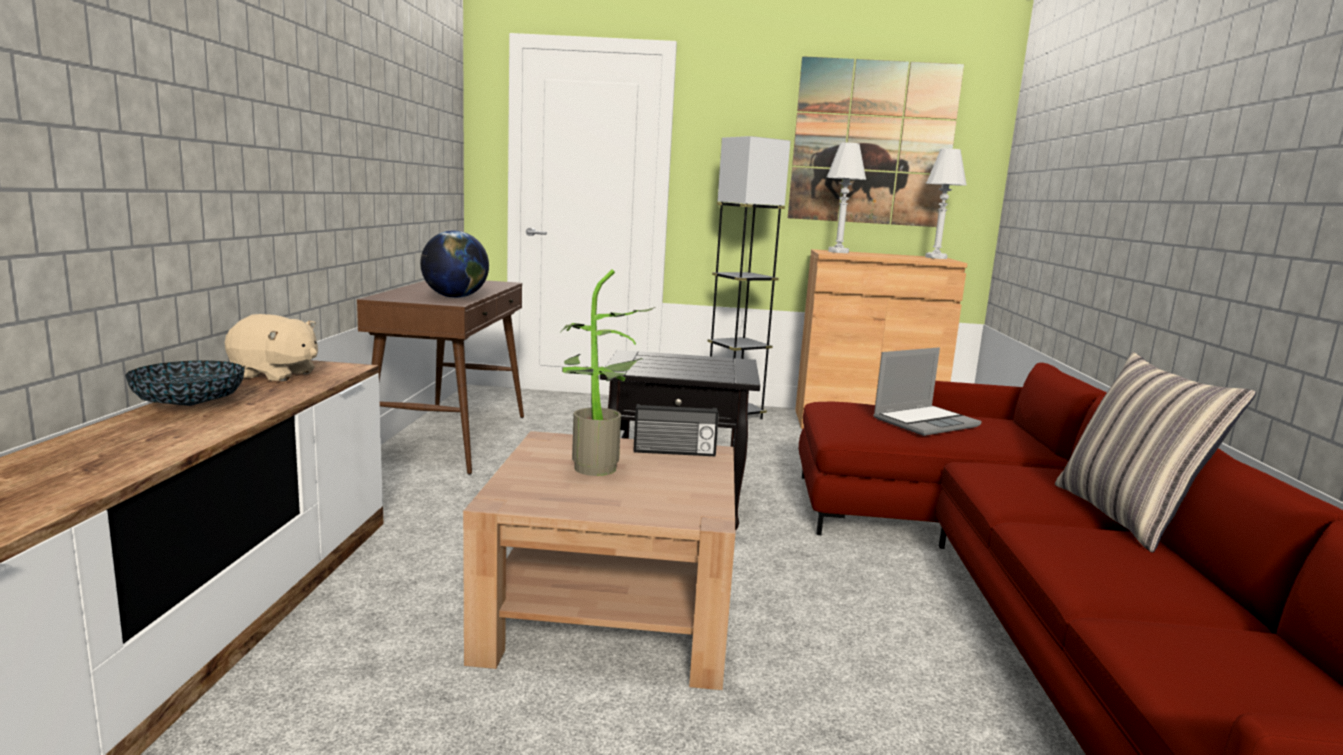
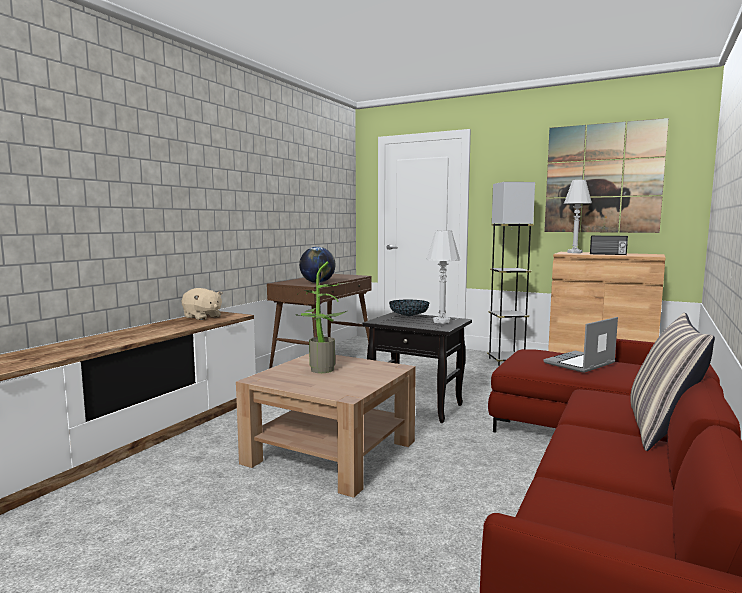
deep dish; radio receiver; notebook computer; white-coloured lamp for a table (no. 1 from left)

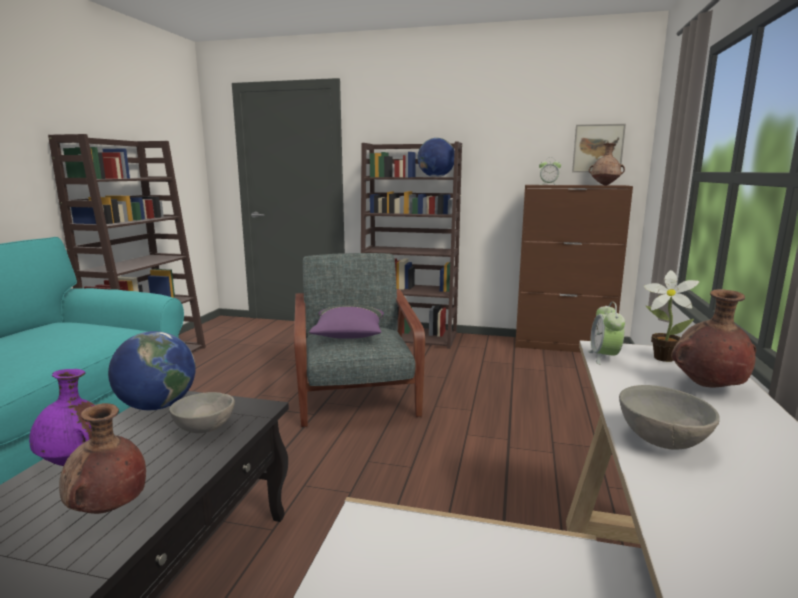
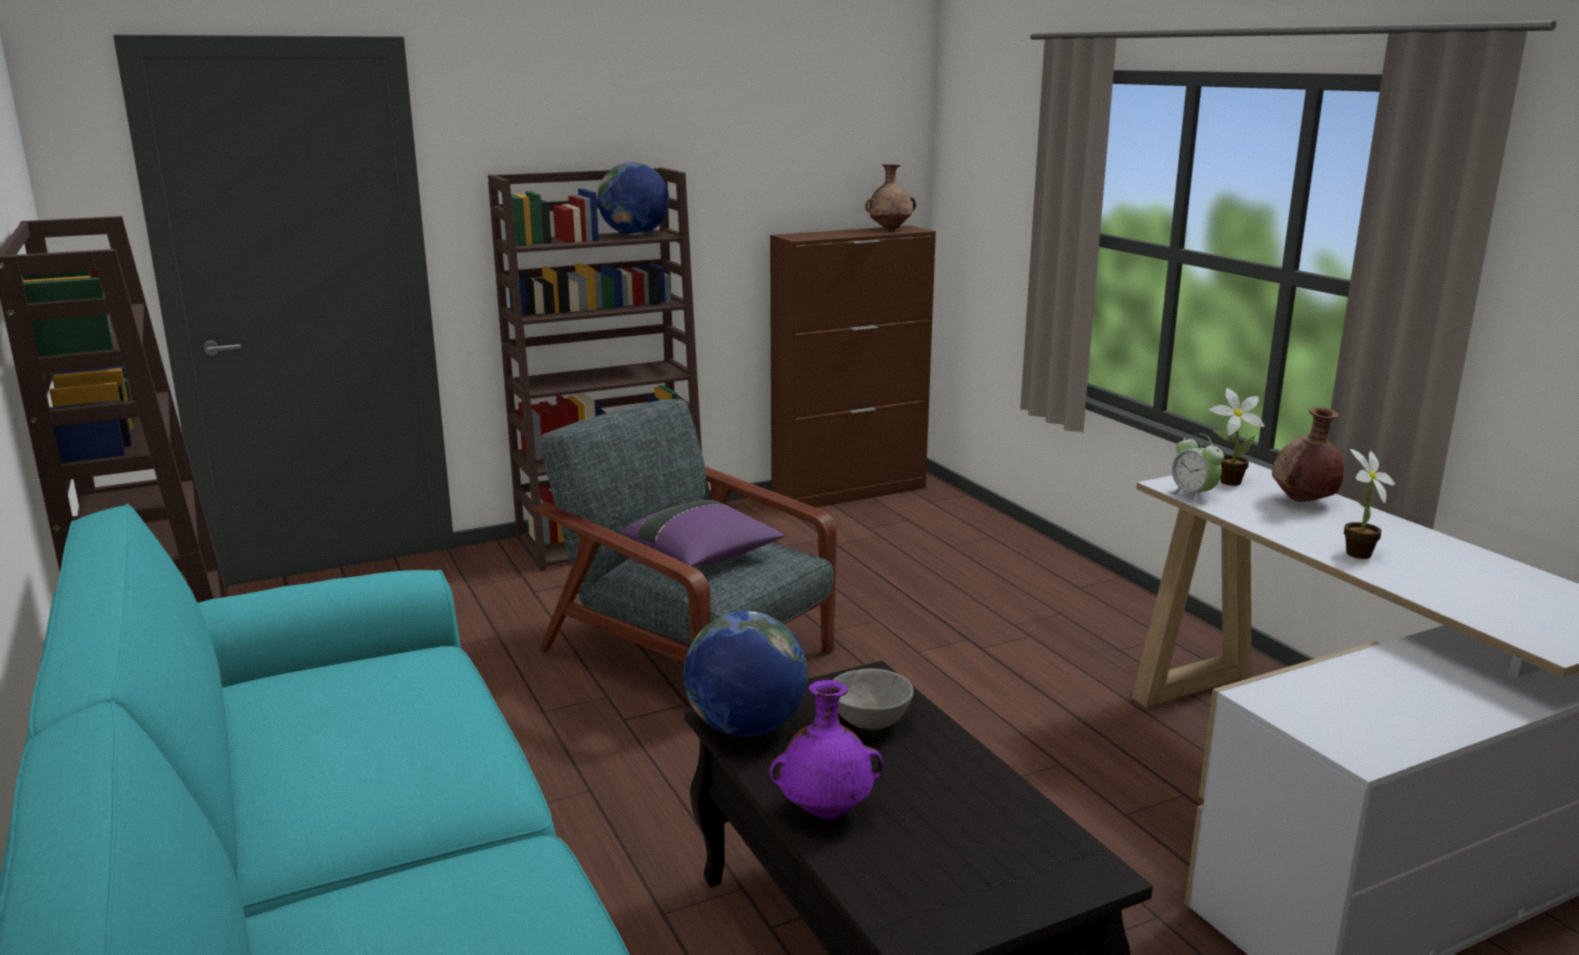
brown-coloured decorative vase (no. 1 from left in the first image); bedside clock (no. 1 from left in the first image); wall picture; plant in a pot (no. 2 from left)

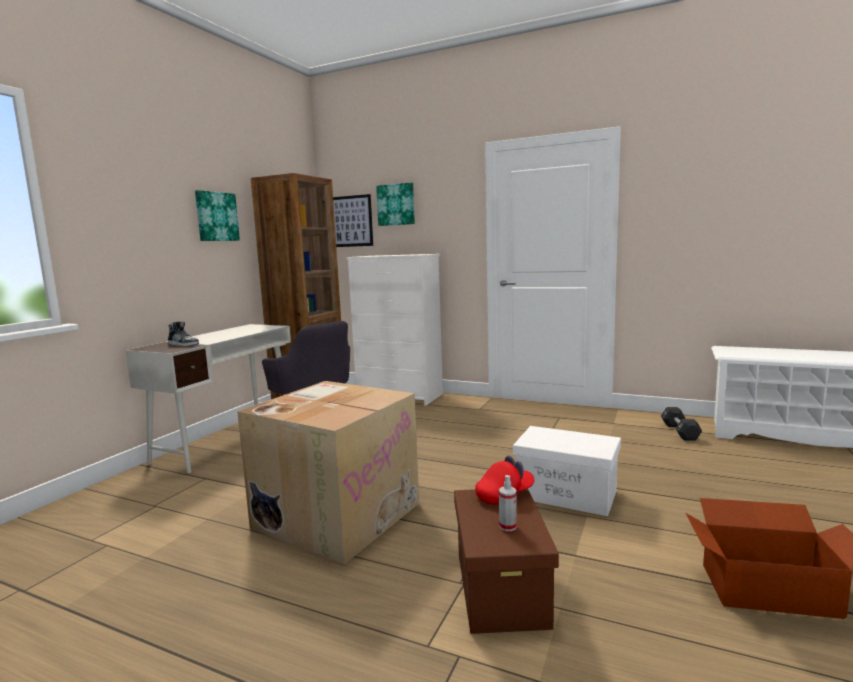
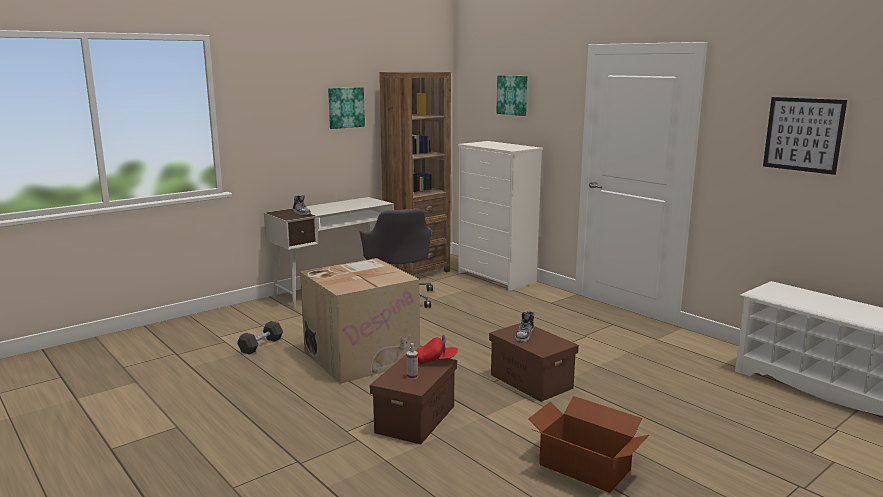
wall picture (no. 3 from left); brown-coloured storage box (no. 2 from left); black-coloured dumbbell; shoe (no. 2 from left)

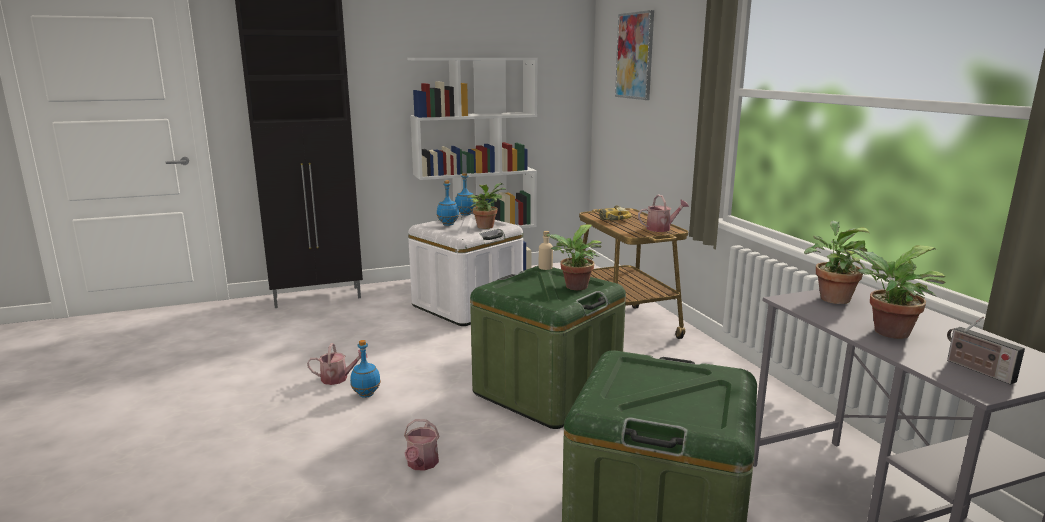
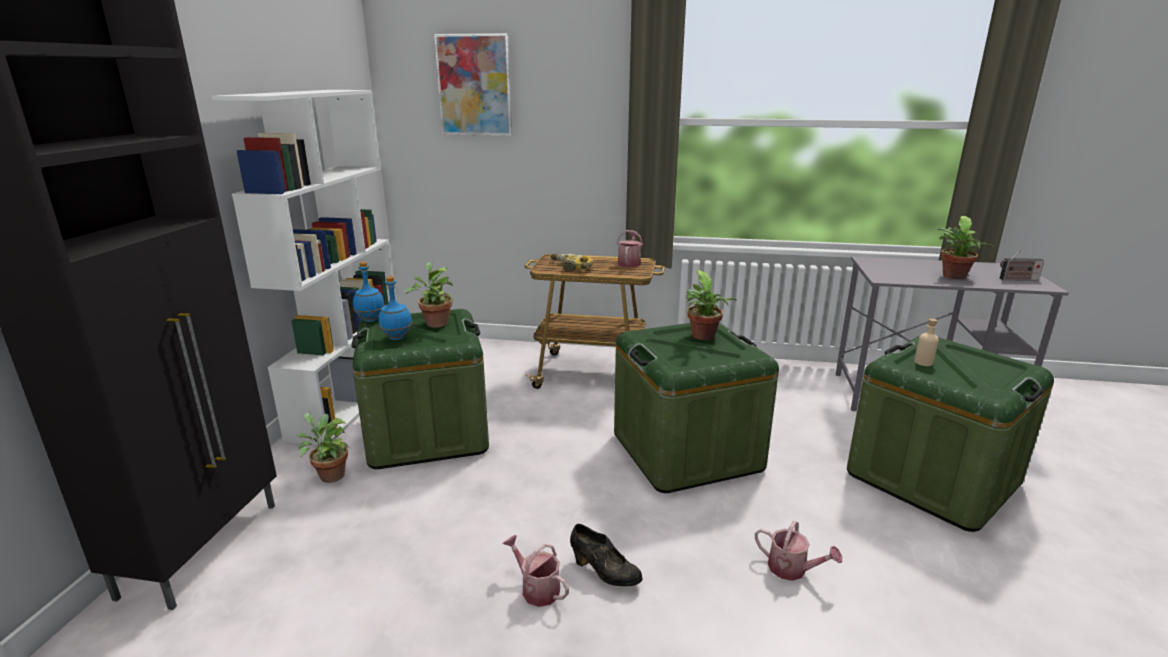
watering can (no. 1 from left); black-coloured shoe; green-coloured storage box (no. 1 from left); sand-coloured drink bottle; plant in a pot (no. 1 from left)

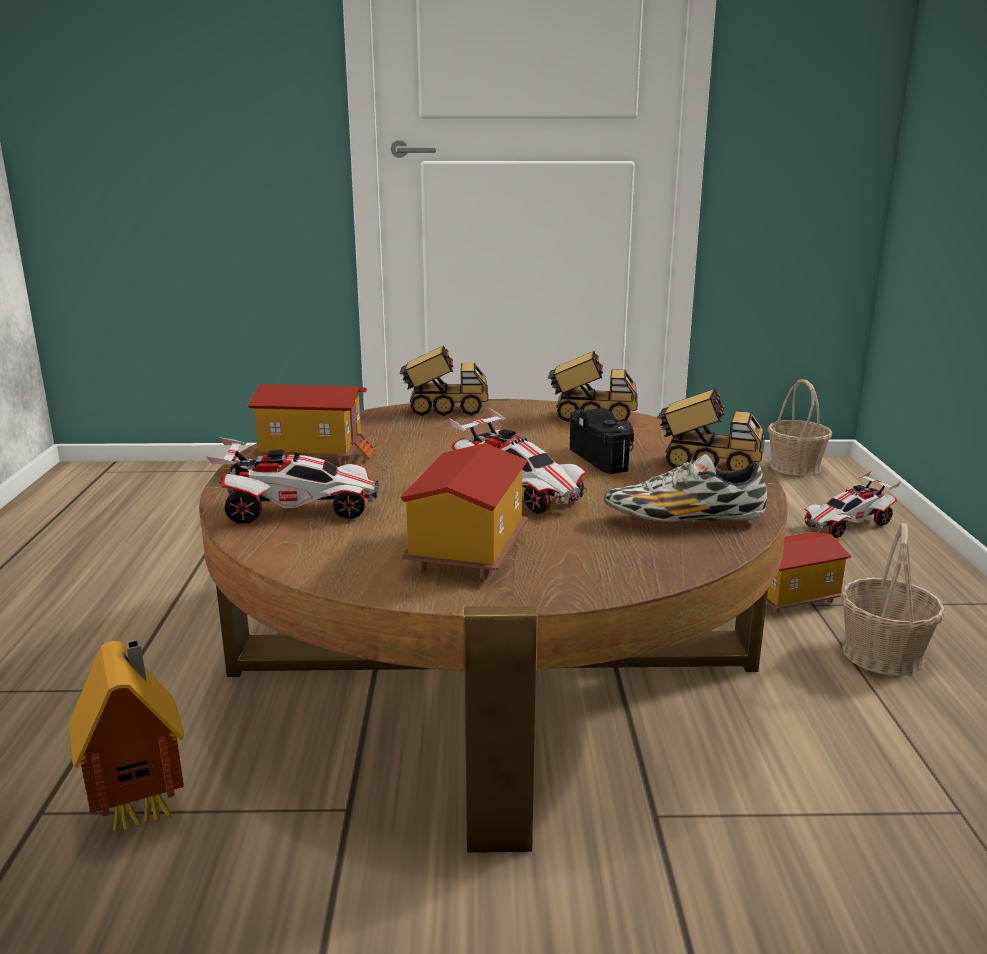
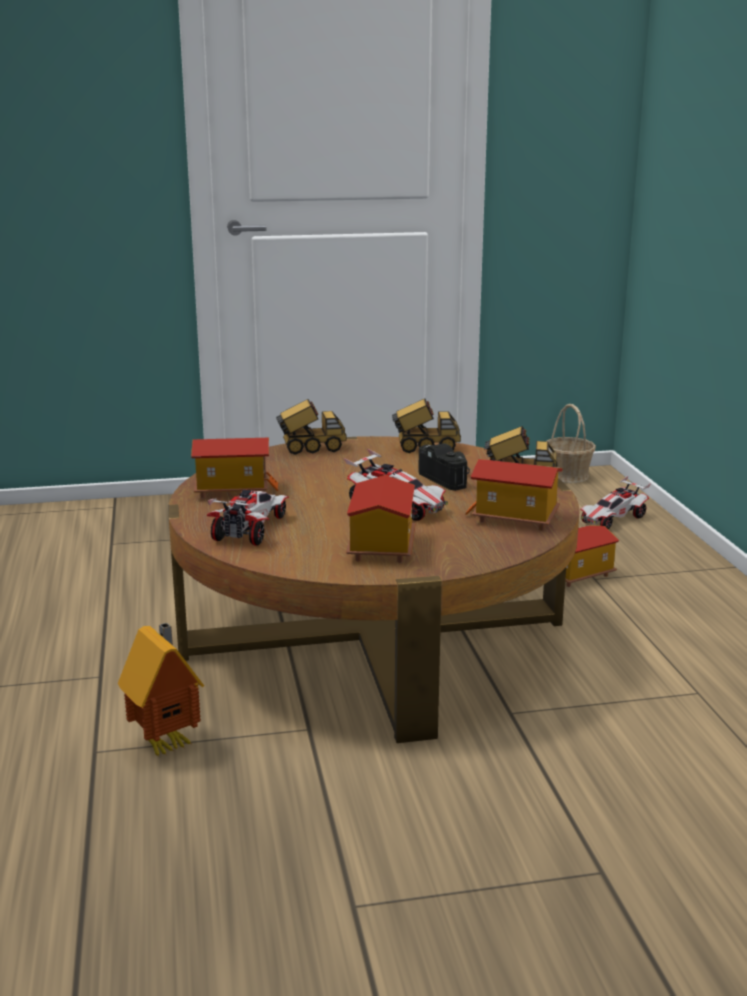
miniature car (no. 1 from left); model house (no. 4 from left); storage basket (no. 2 from left in the first image)

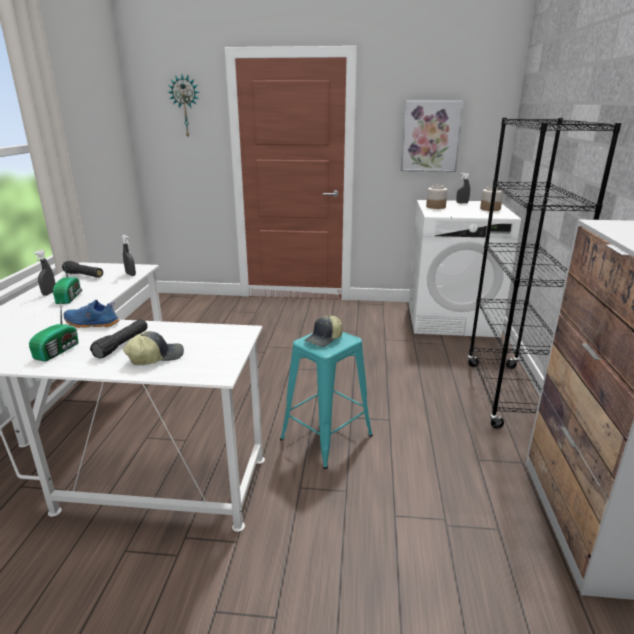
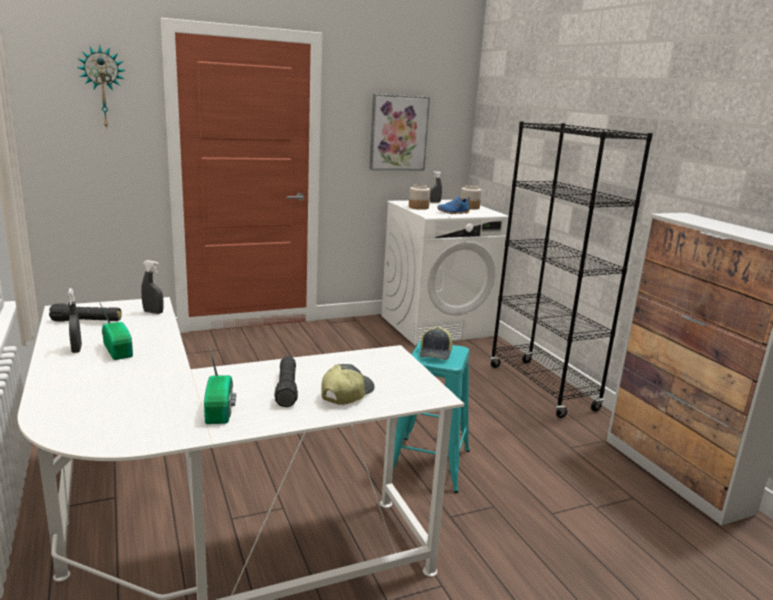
bluish shoe

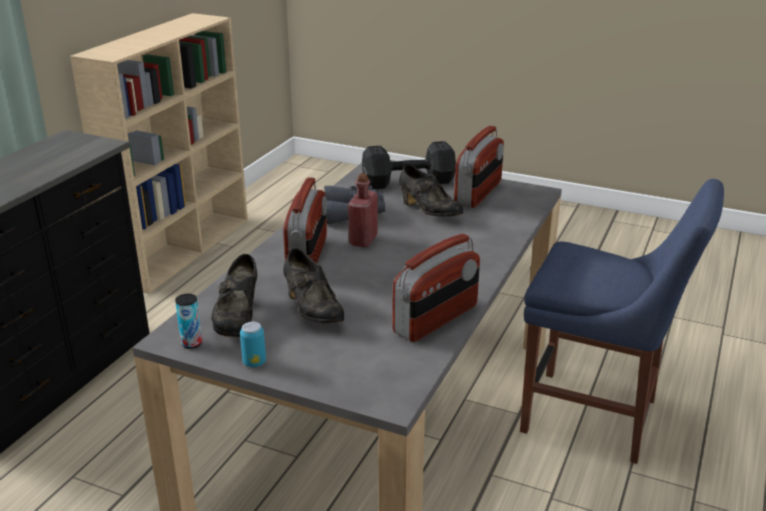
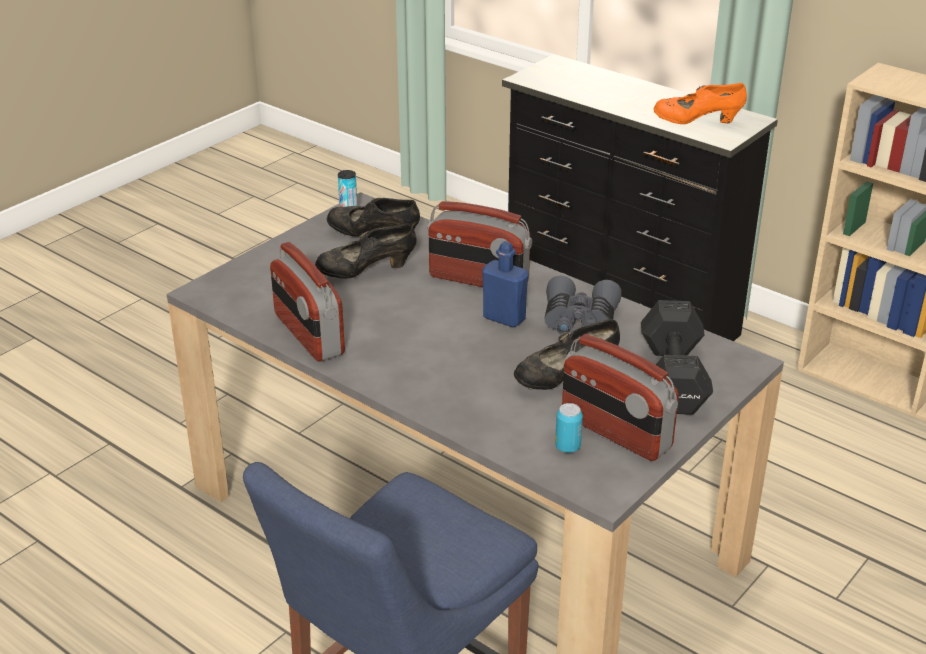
metal can (no. 2 from left); bluish drink bottle; orangey shoe

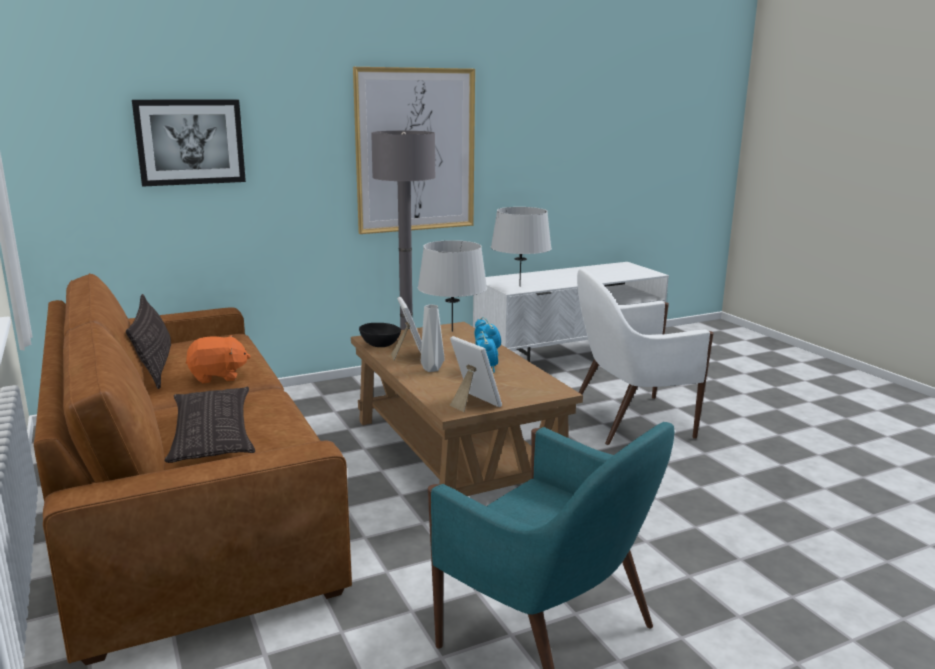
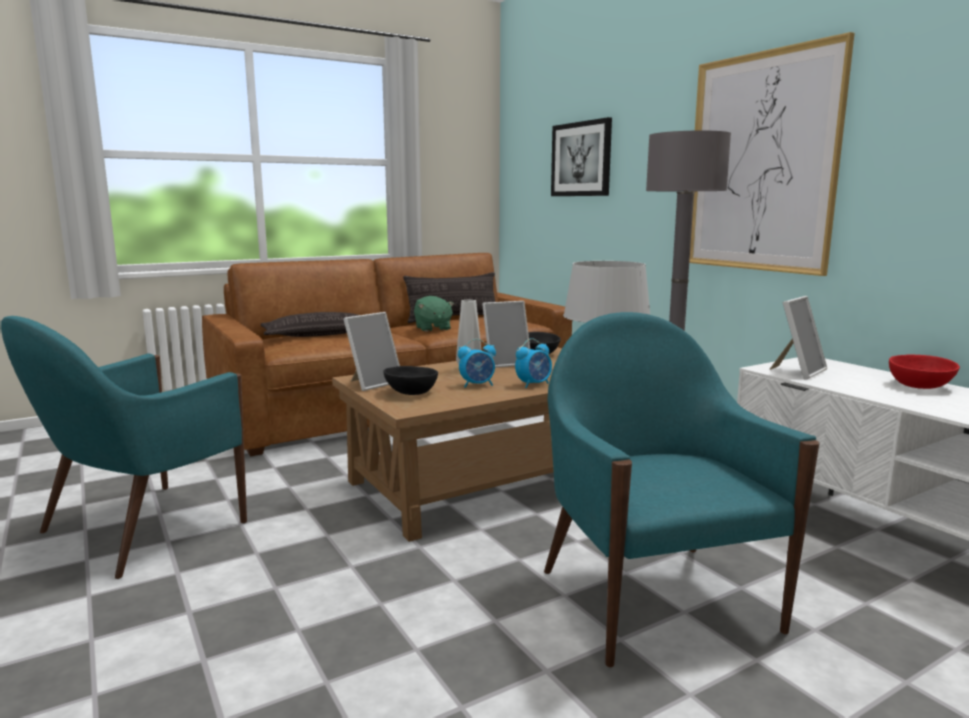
green-coloured soft toy; picture frame (no. 3 from left); turquoise armchair (no. 2 from left); black-coloured deep dish (no. 1 from left); reddish deep dish

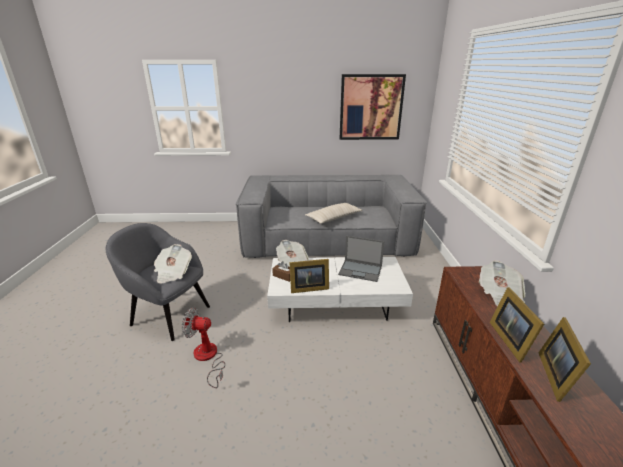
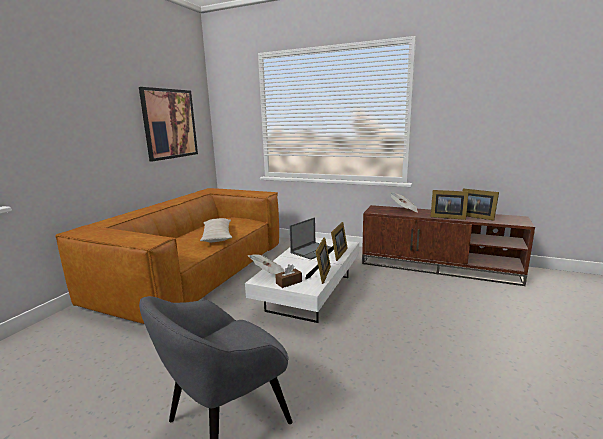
printed paper (no. 1 from left in the first image); fan; brown-coloured sofa; picture frame (no. 2 from left)

